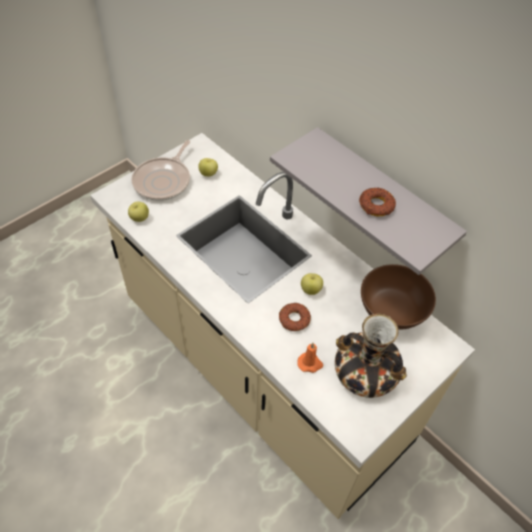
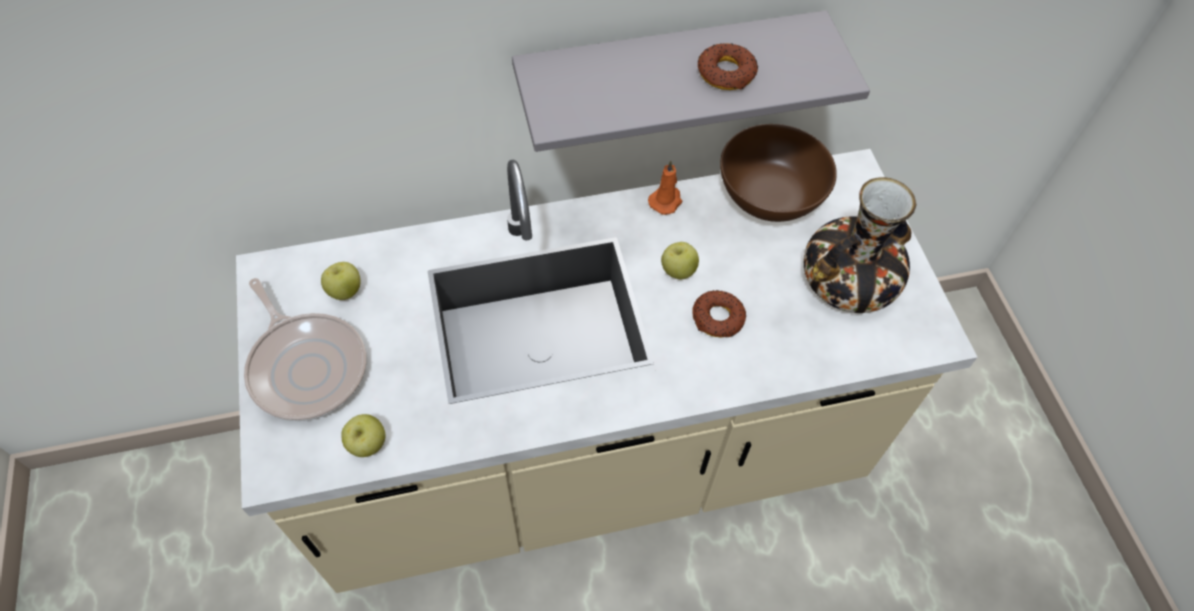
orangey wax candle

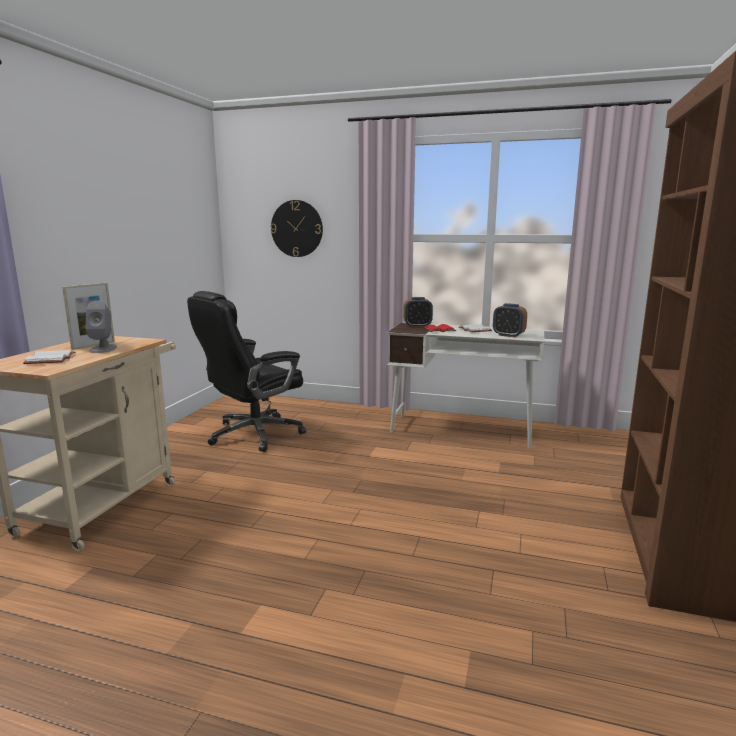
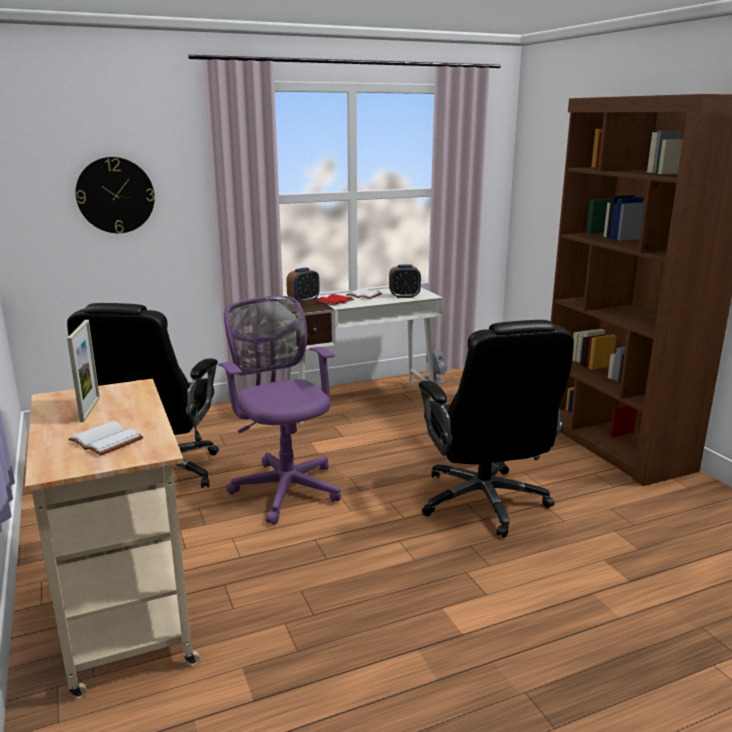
grey speaker; purplish desk chair; black-coloured desk chair (no. 2 from left)

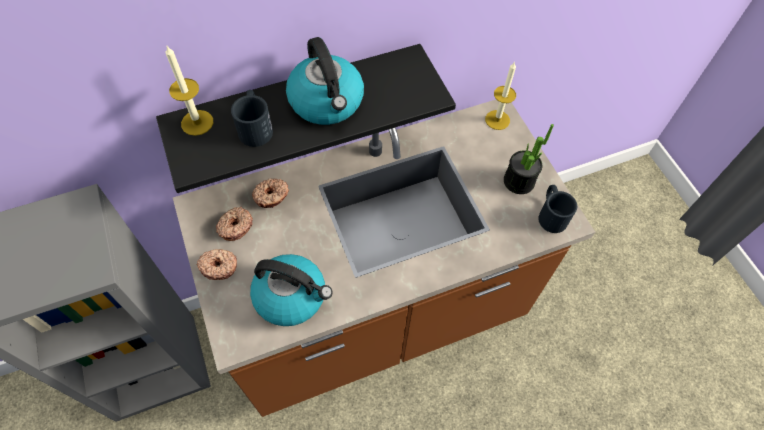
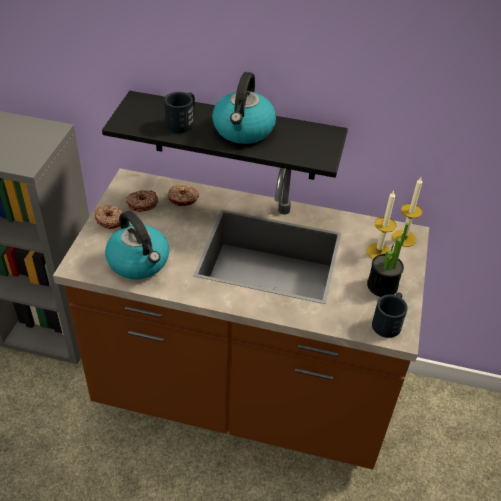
wax candle (no. 1 from left)

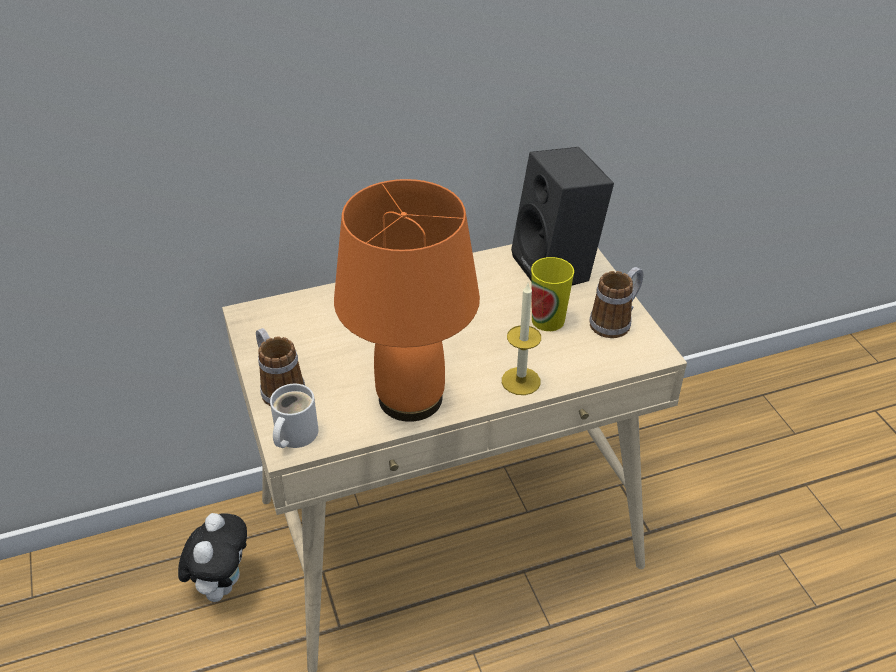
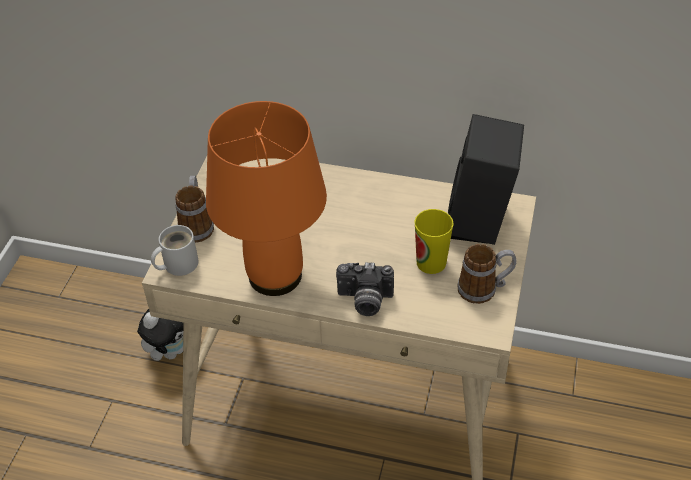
still camera

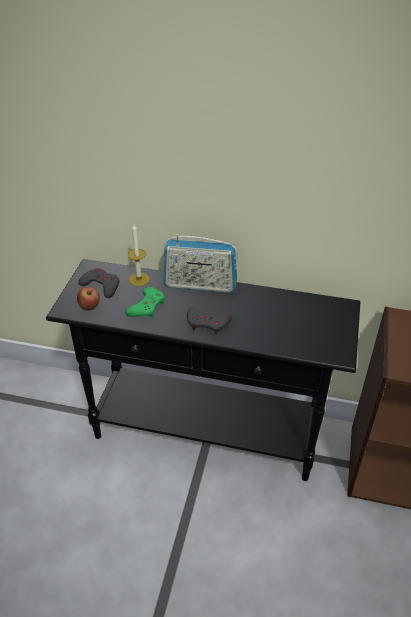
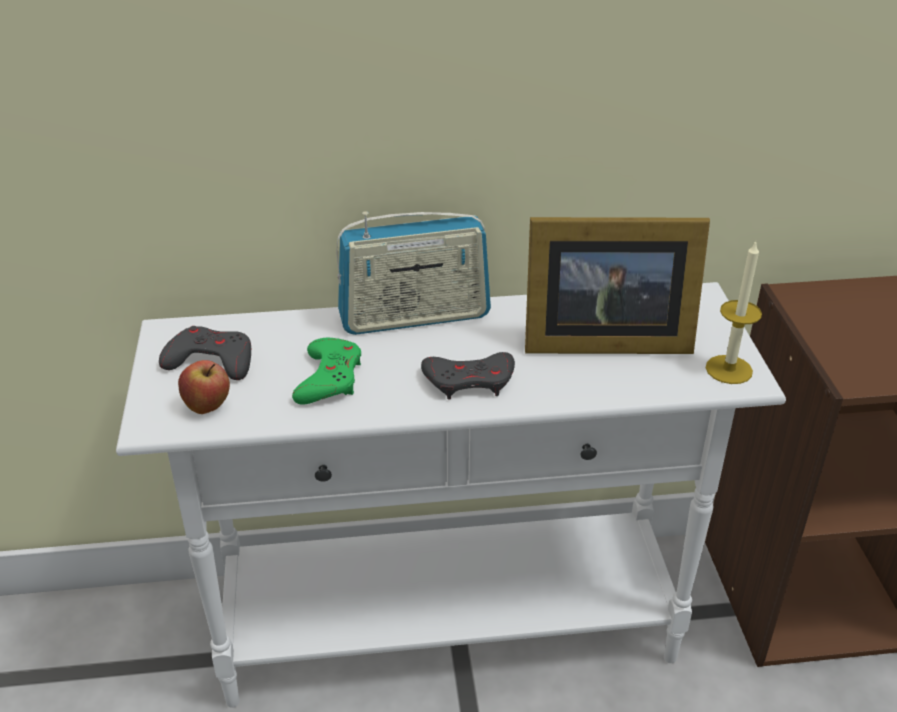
white-coloured narrow table; wax candle; picture frame

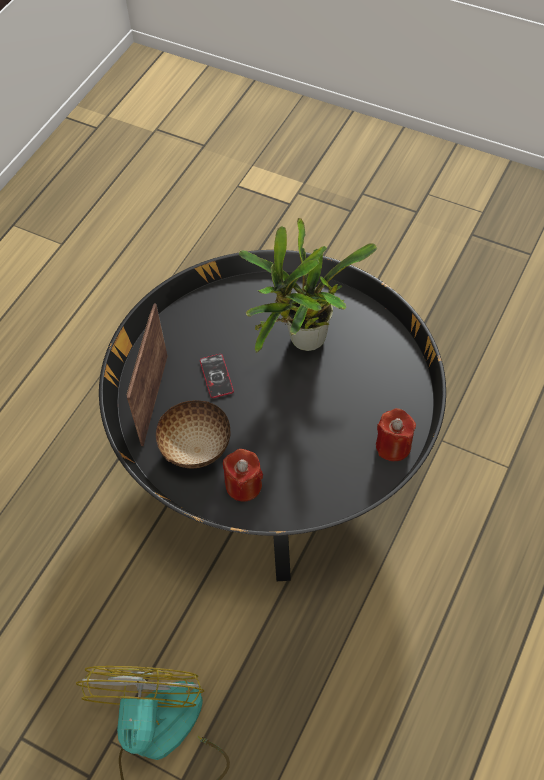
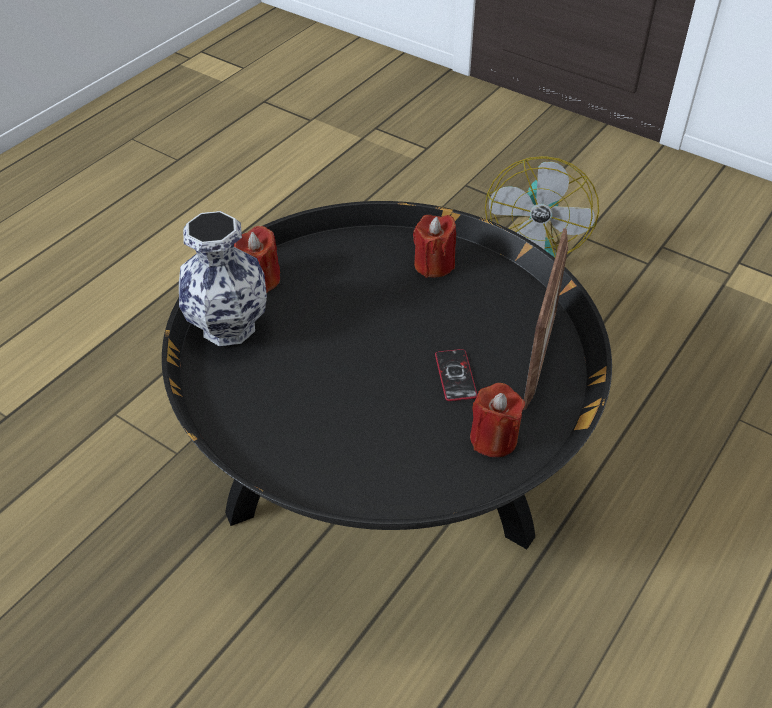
deep dish; plant in a pot; decorative vase; reddish wax candle (no. 3 from left)

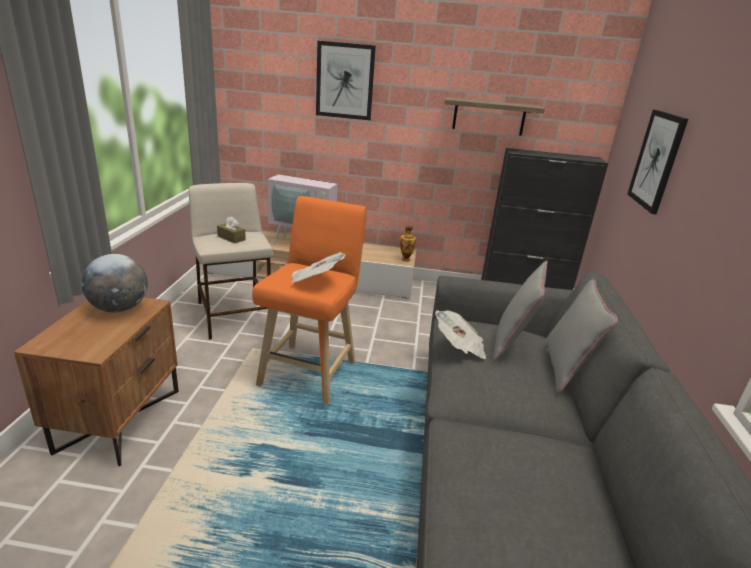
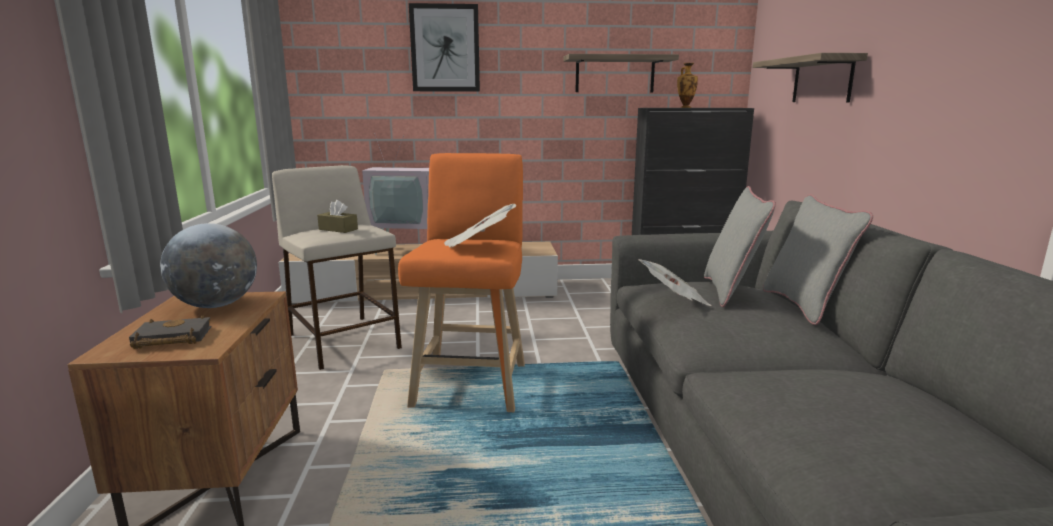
decorative vase; wall shelf (no. 2 from left); black-coloured bound book

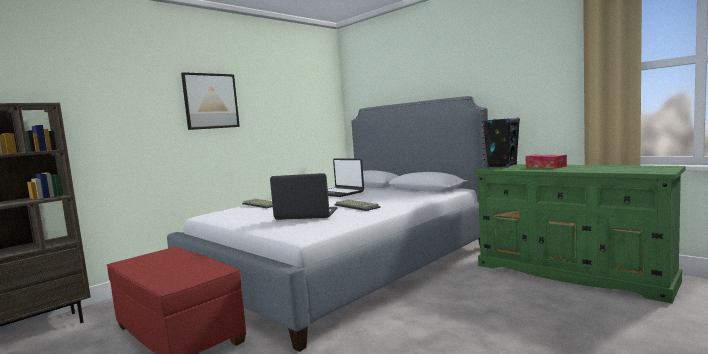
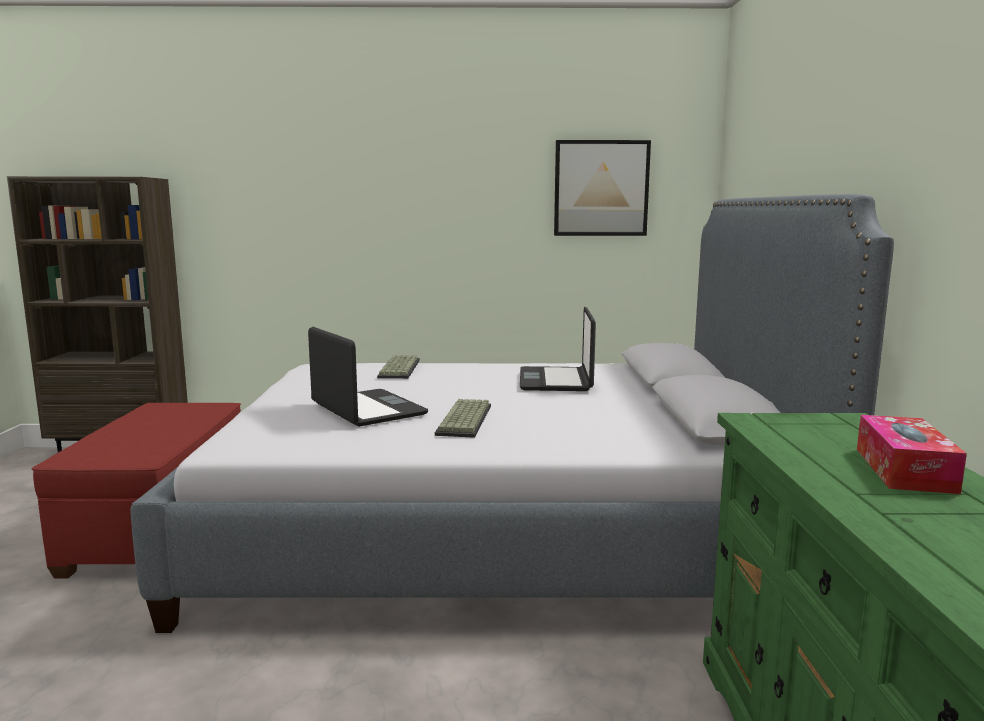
wall picture; black-coloured speaker

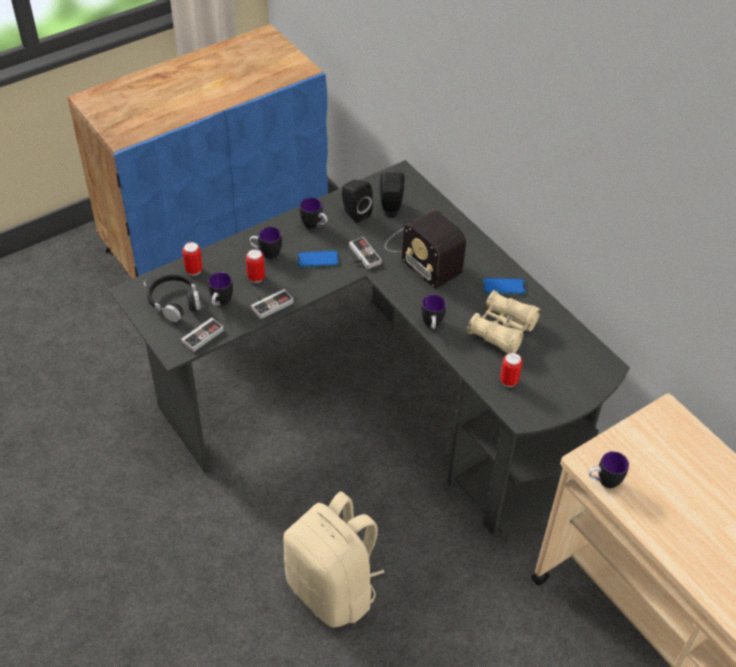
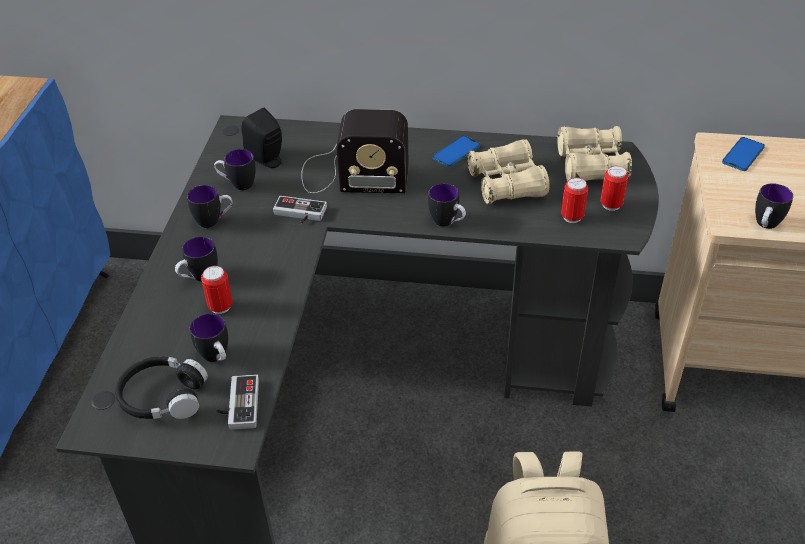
metal can (no. 3 from left); gamepad (no. 2 from left in the first image); telephone (no. 2 from left); tea mug (no. 4 from left); sand-coloured pair of binoculars (no. 2 from left)

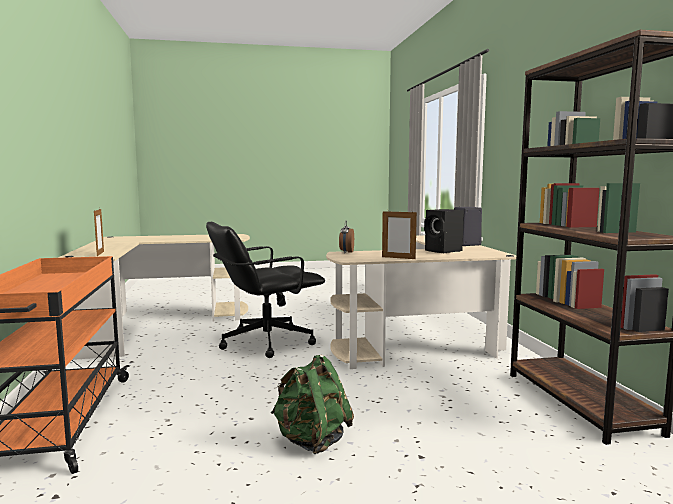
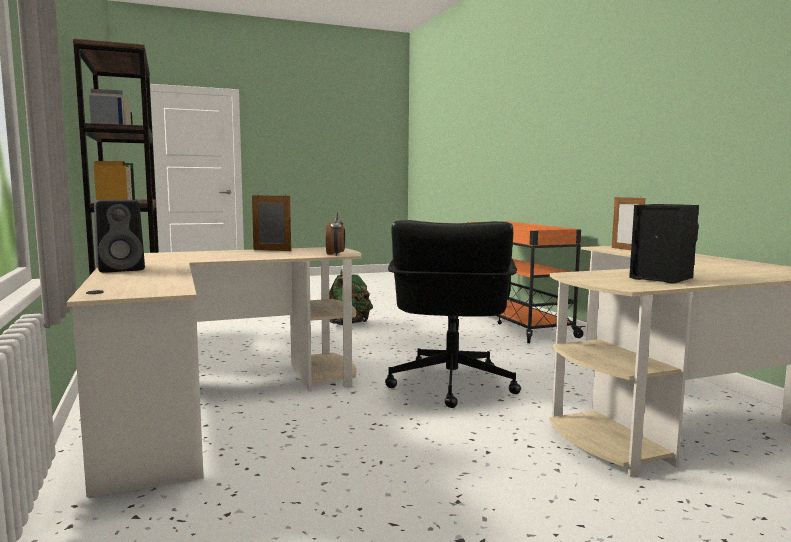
black-coloured desk chair; black-coloured speaker (no. 2 from left)

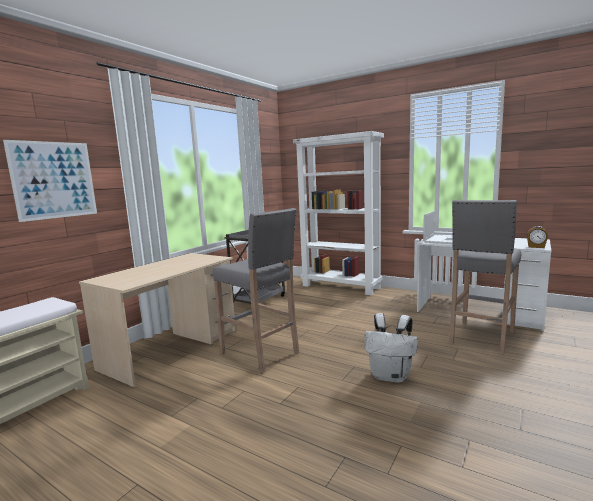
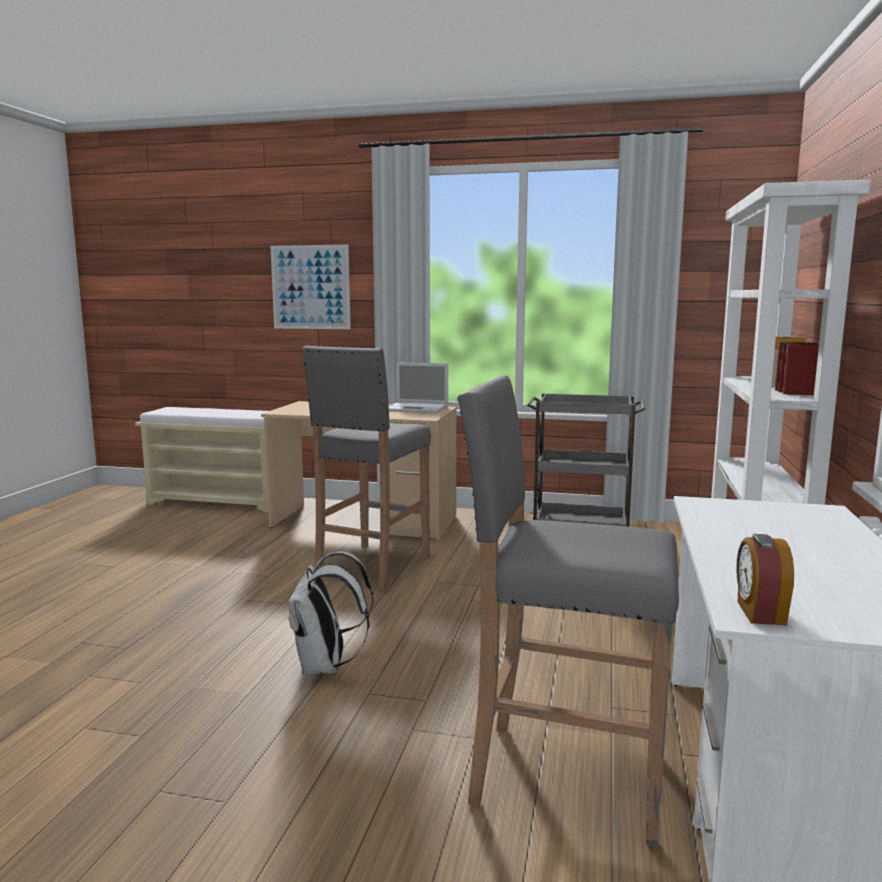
notebook computer

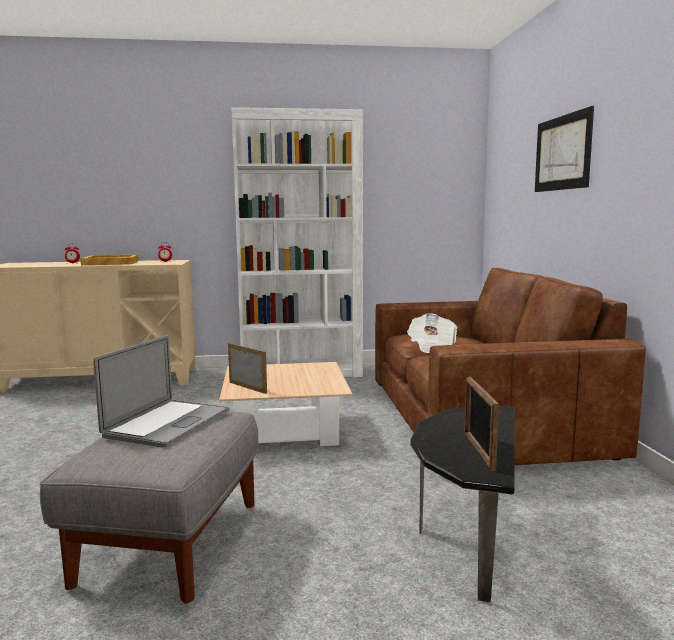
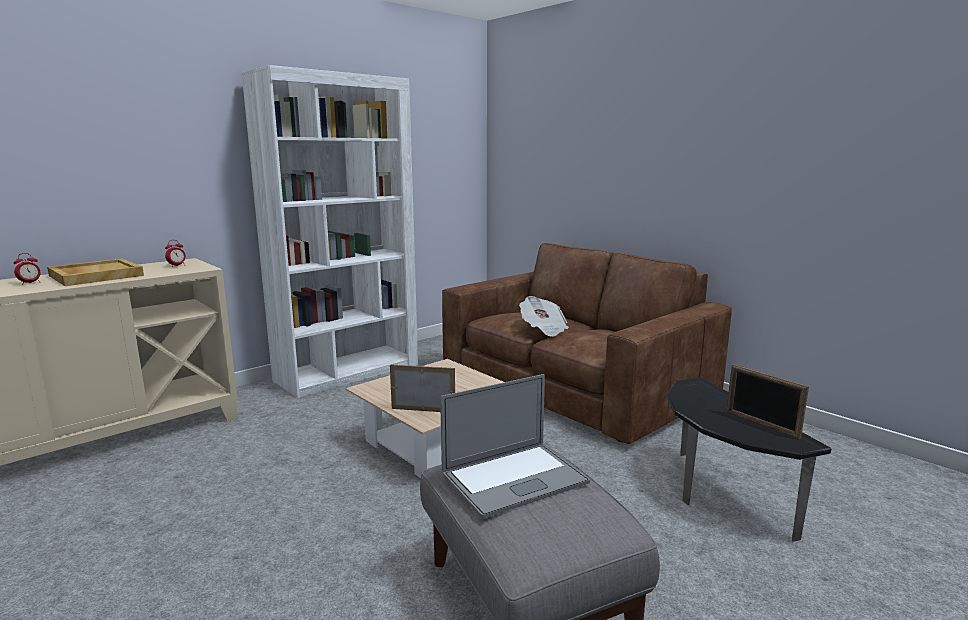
notebook computer; wall picture

